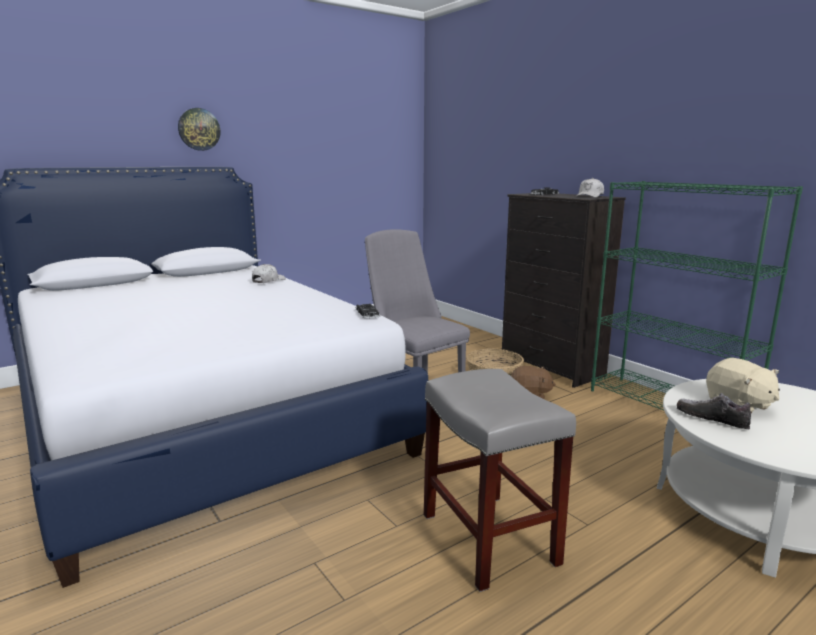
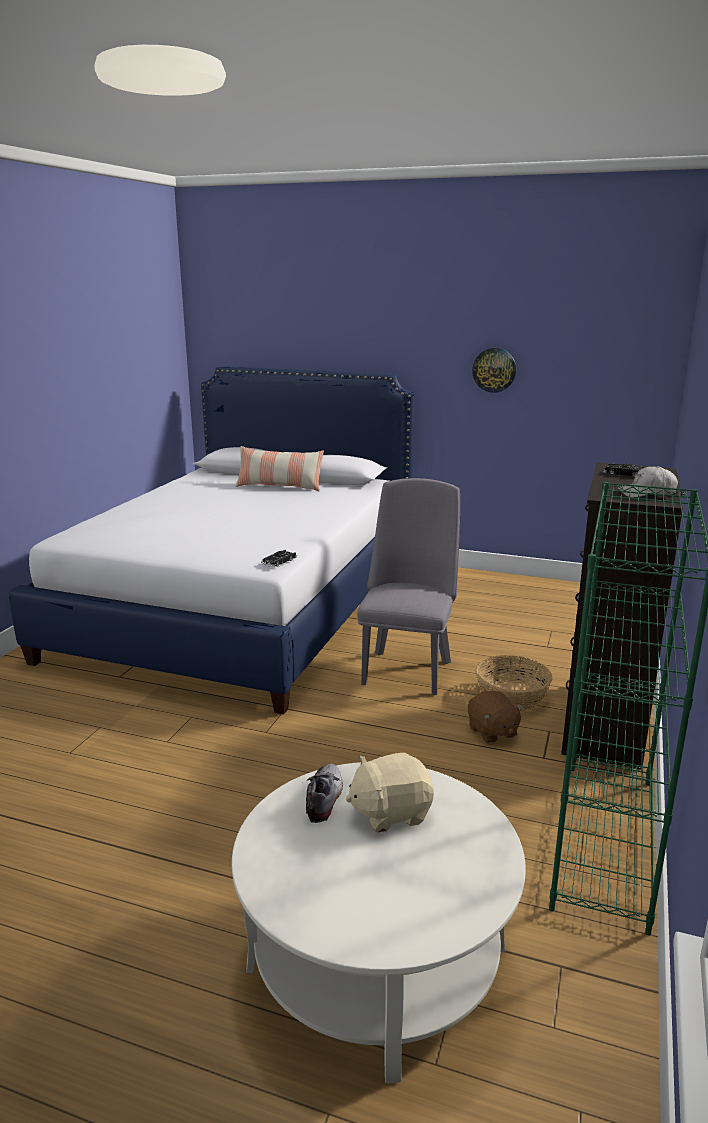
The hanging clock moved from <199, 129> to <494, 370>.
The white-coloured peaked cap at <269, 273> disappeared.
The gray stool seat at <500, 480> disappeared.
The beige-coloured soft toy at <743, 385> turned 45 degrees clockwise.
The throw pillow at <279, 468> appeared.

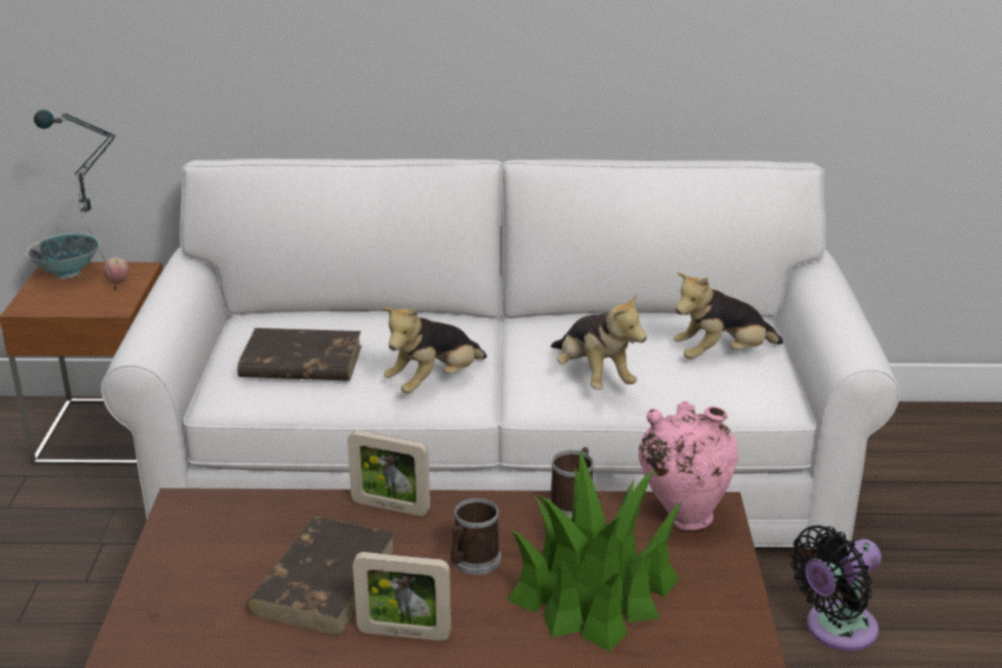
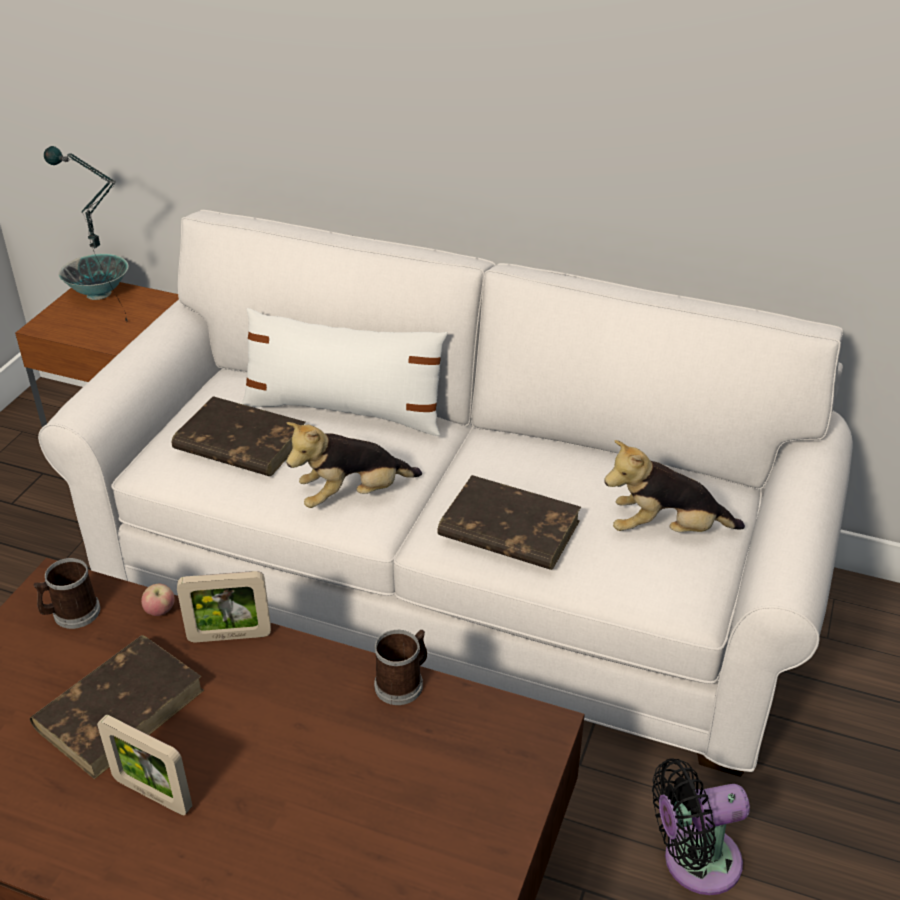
The whole apple moved from <116, 269> to <158, 599>.
The standing frame at <388, 473> turned 45 degrees counterclockwise.
The coffee mug moved from <475, 536> to <66, 593>.
The houseplant at <595, 551> disappeared.
The soft toy at <599, 341> was replaced by the brown-coloured bound book at <509, 522>.
The pink-coloured flower vase at <688, 466> disappeared.
The white-coloured throw pillow at <345, 372> appeared.

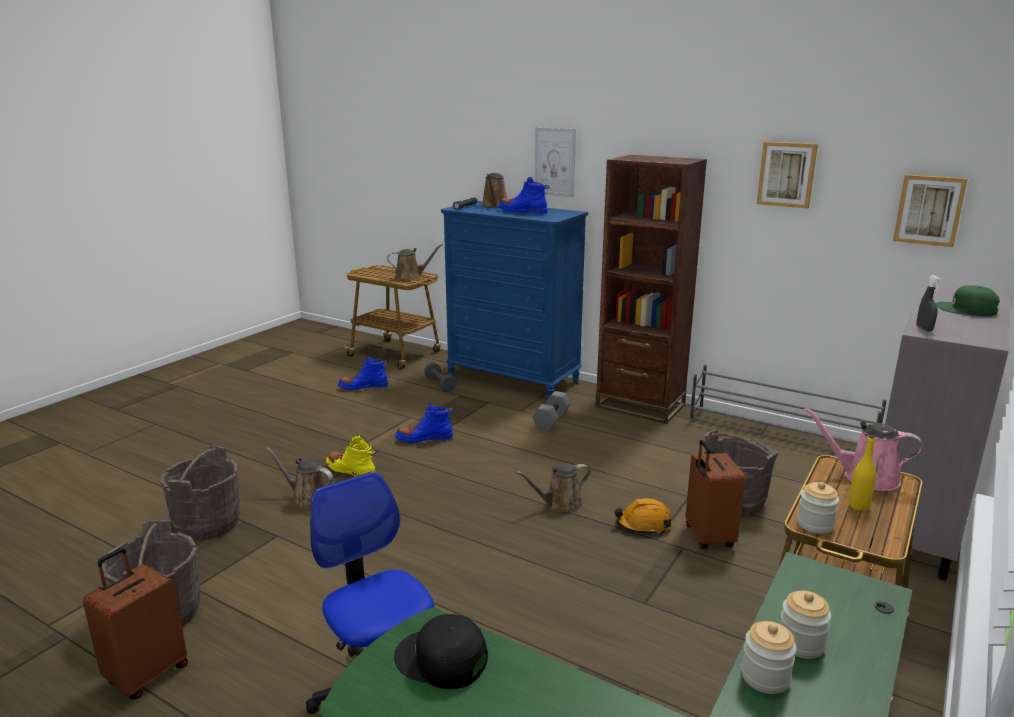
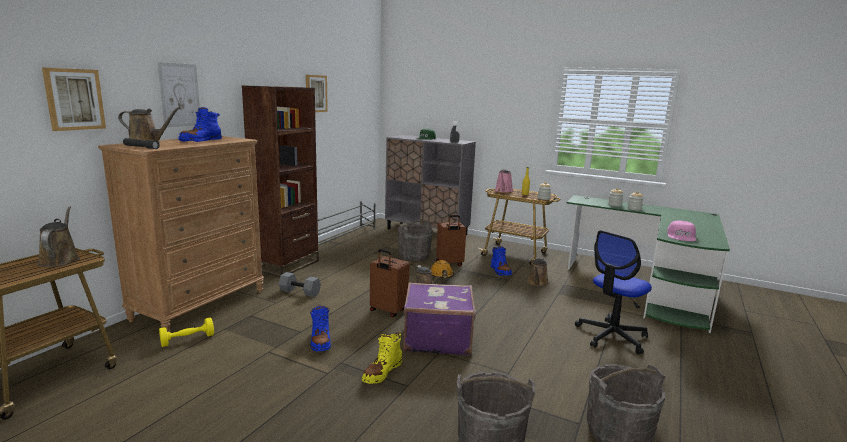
The brown-coloured piece of luggage moved from <135, 623> to <390, 283>.
The brown-coloured sprinkling can moved from <300, 478> to <538, 272>.
The blue tall boot moved from <363, 372> to <501, 261>.
The blackish peaked cap at <441, 651> became the pink-coloured peaked cap at <682, 231>.
The gray hand weight at <440, 377> became the yellowish hand weight at <186, 332>.
The blue dresser at <514, 300> became the brown-coloured dresser at <181, 234>.
The picture moved from <930, 211> to <74, 99>.
The purple-coloured piece of luggage at <439, 319> appeared.

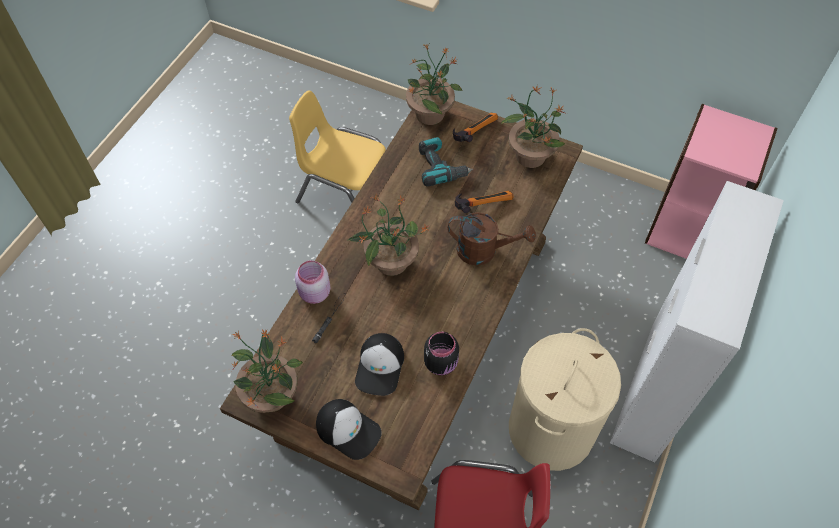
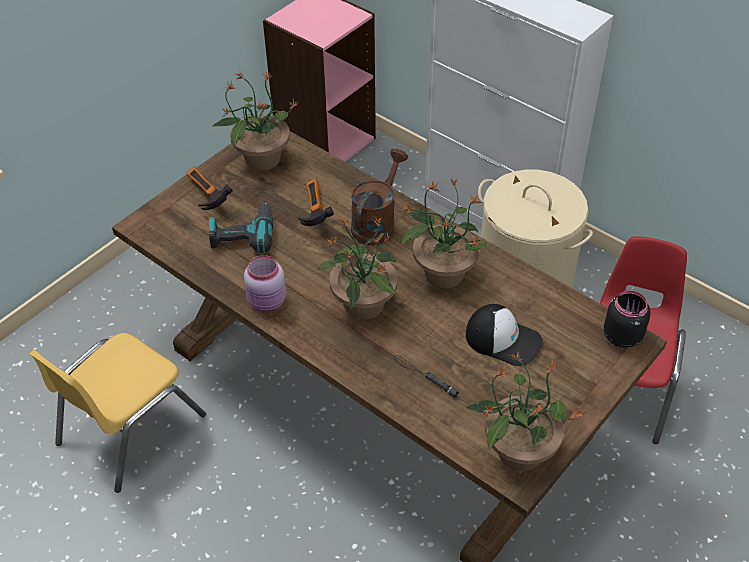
The pink-coloured jar moved from <312, 282> to <265, 283>.
The peaked cap at <349, 429> disappeared.
The houseplant moved from <434, 84> to <444, 233>.
The blackish jar moved from <441, 353> to <627, 319>.

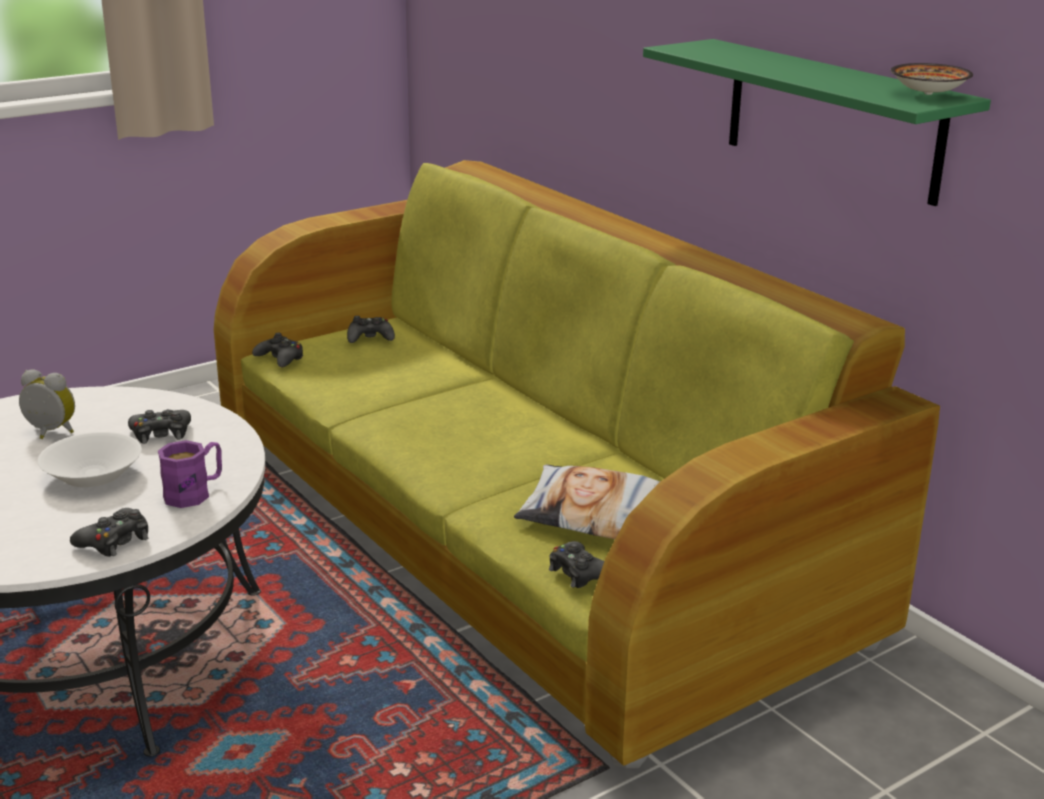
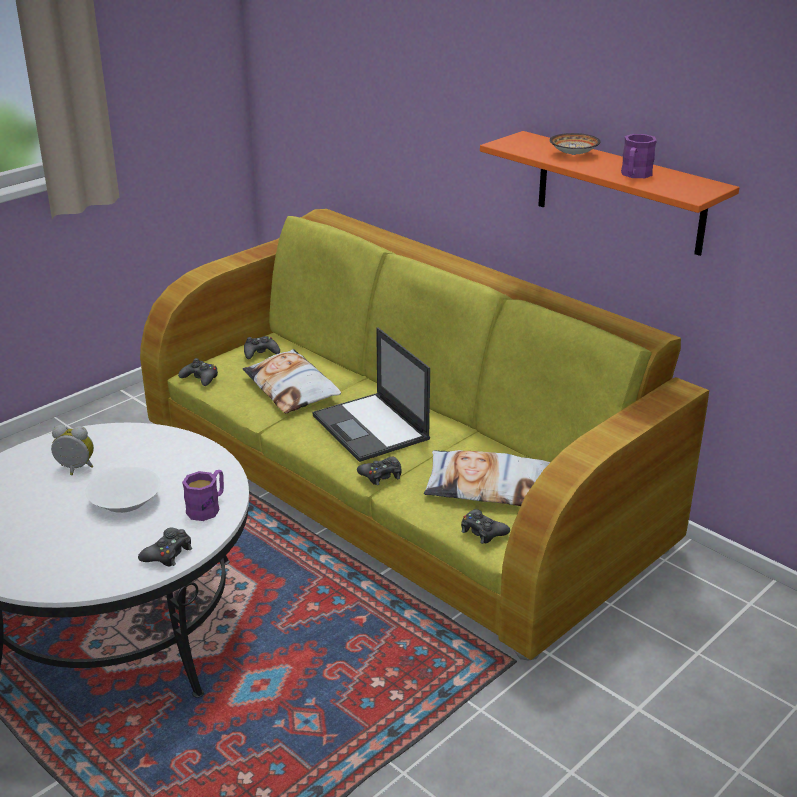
The blackish game controller moved from <159, 426> to <379, 471>.
The green-coloured bracket shelf at <817, 122> became the orangey bracket shelf at <609, 193>.
The deep dish moved from <932, 79> to <574, 144>.
The throw pillow at <291, 381> appeared.
The portable computer at <371, 394> appeared.
The purple-coloured coffee mug at <639, 156> appeared.

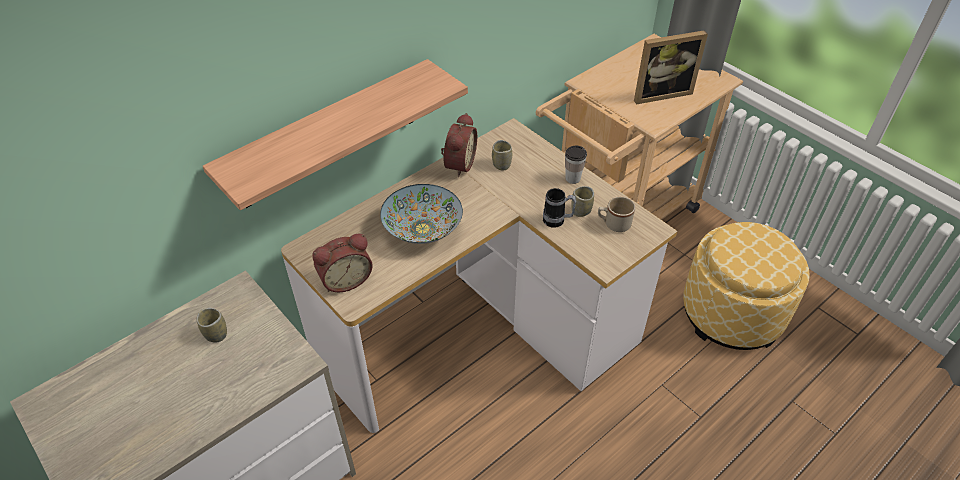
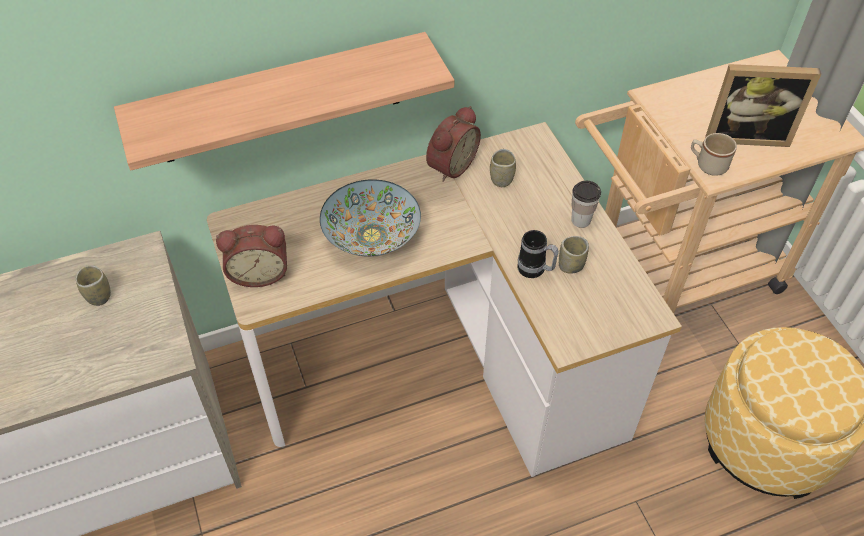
The beige-coloured coffee mug moved from <616, 214> to <714, 154>.

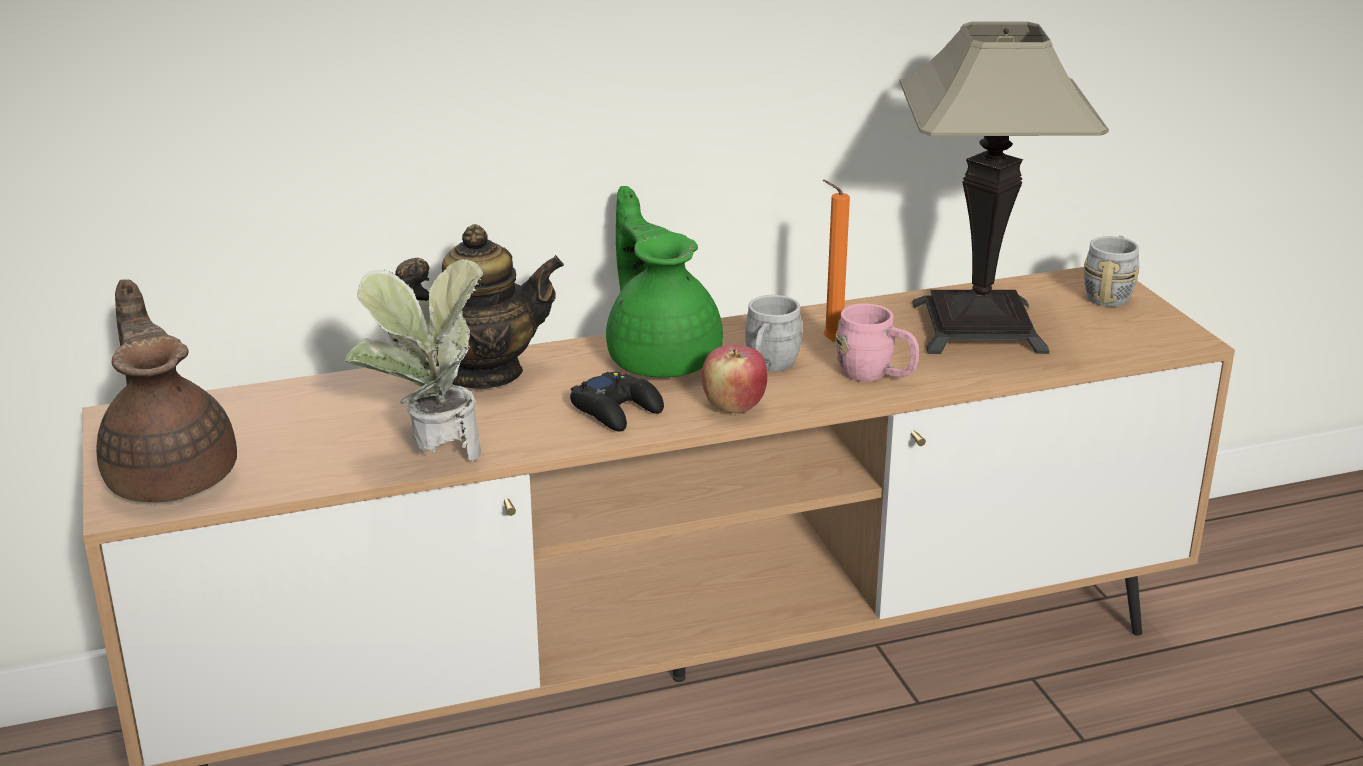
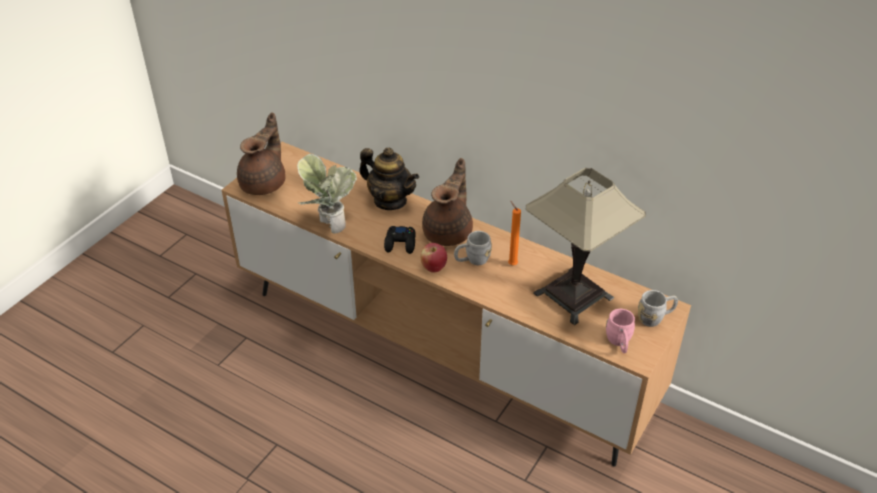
The green-coloured tea pot at <664, 282> became the brown-coloured tea pot at <447, 202>.
The pink-coloured coffee mug moved from <877, 342> to <620, 331>.

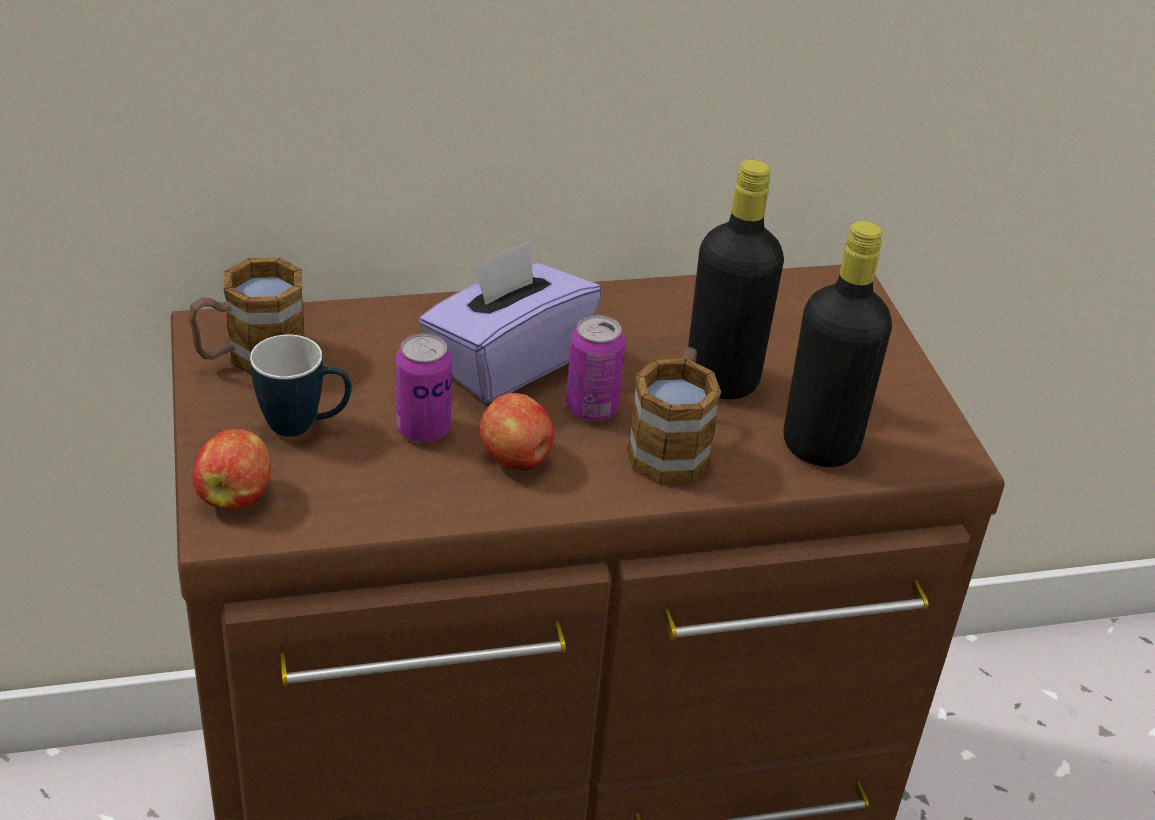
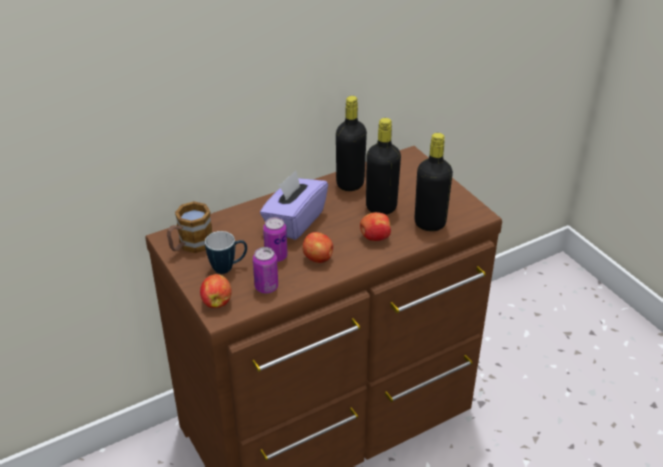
The metal can moved from <595, 368> to <265, 270>.
The coffee mug at <674, 416> was replaced by the whole apple at <375, 226>.
The blackish bottle at <351, 143> appeared.

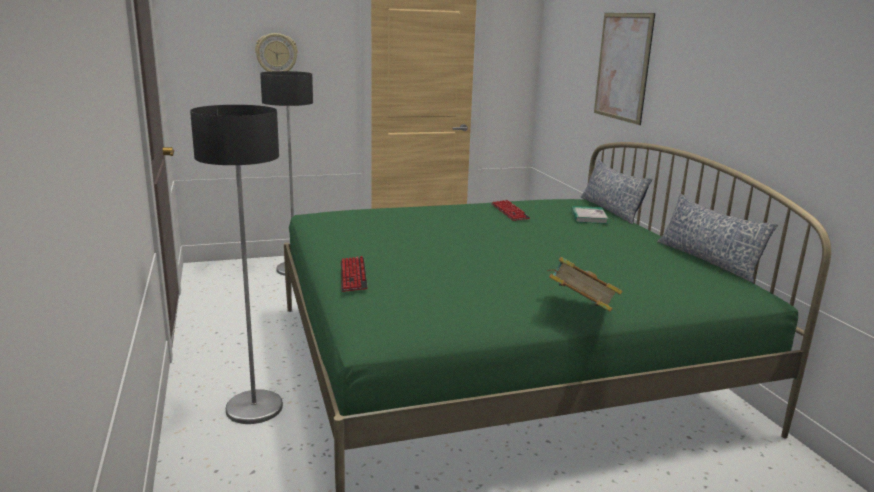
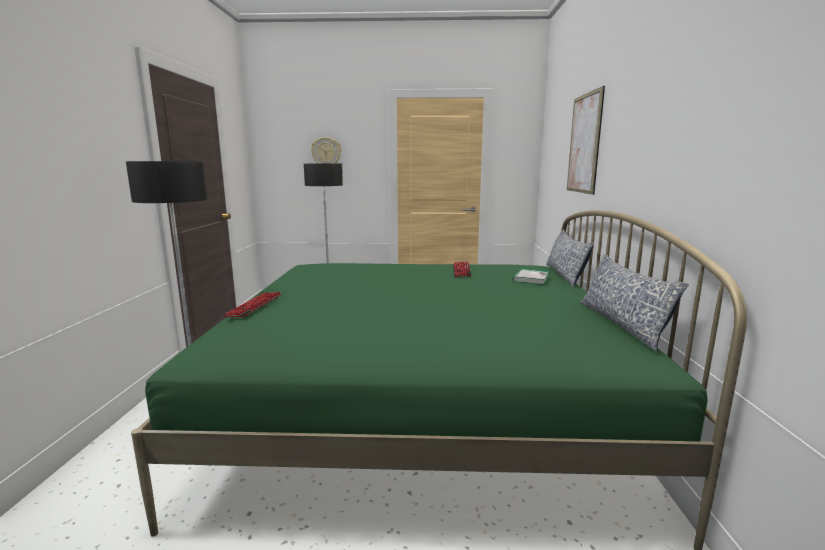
The bound book at <585, 284> disappeared.

